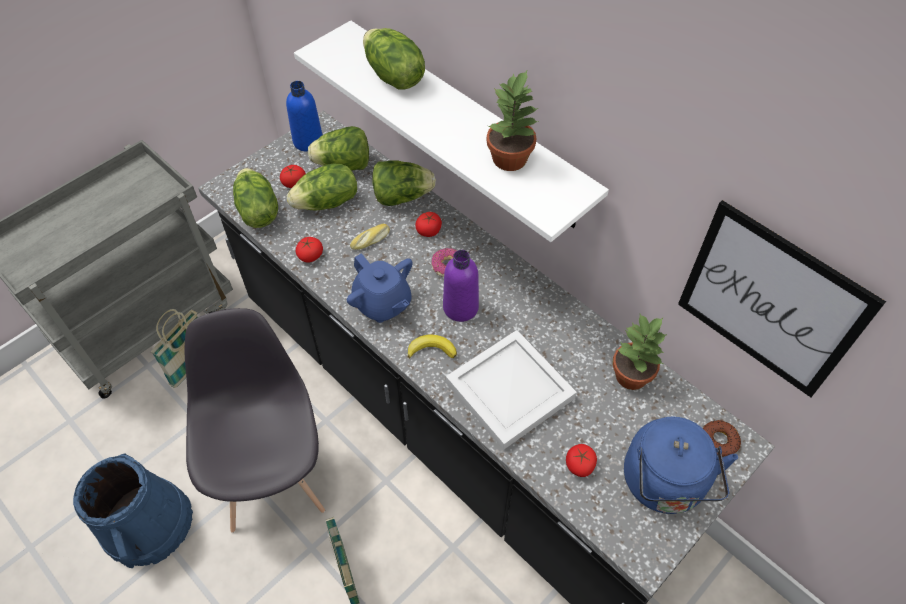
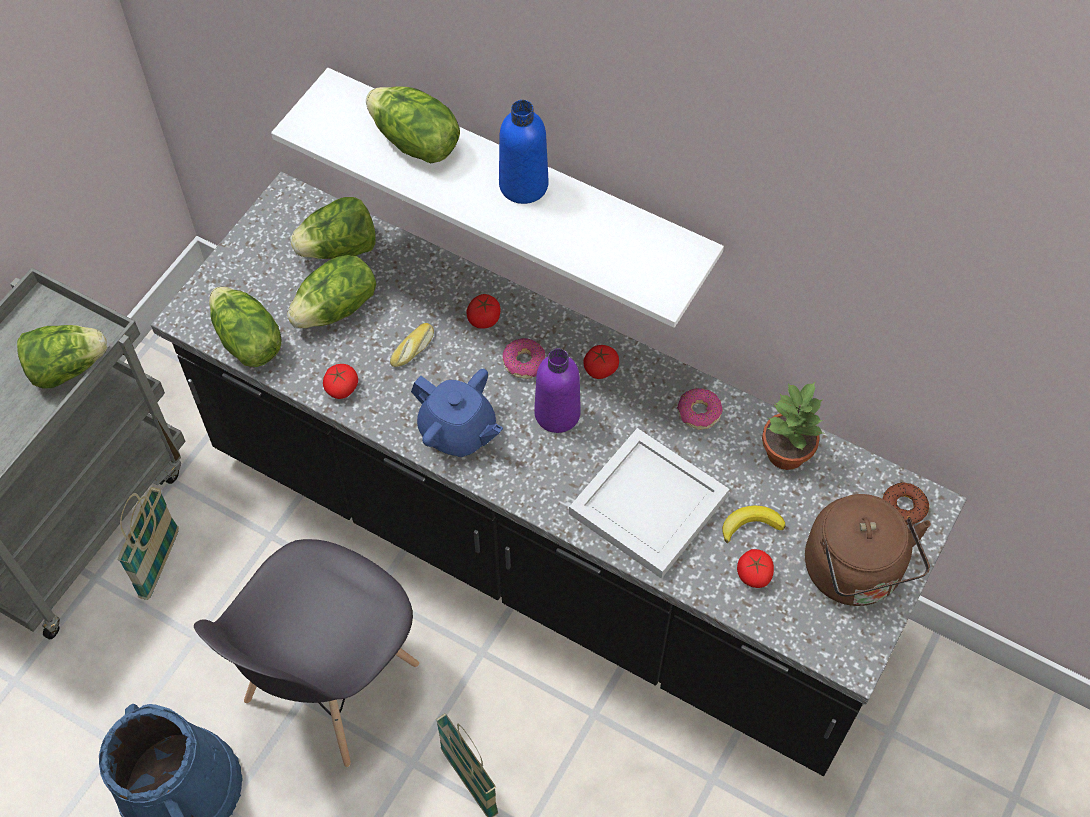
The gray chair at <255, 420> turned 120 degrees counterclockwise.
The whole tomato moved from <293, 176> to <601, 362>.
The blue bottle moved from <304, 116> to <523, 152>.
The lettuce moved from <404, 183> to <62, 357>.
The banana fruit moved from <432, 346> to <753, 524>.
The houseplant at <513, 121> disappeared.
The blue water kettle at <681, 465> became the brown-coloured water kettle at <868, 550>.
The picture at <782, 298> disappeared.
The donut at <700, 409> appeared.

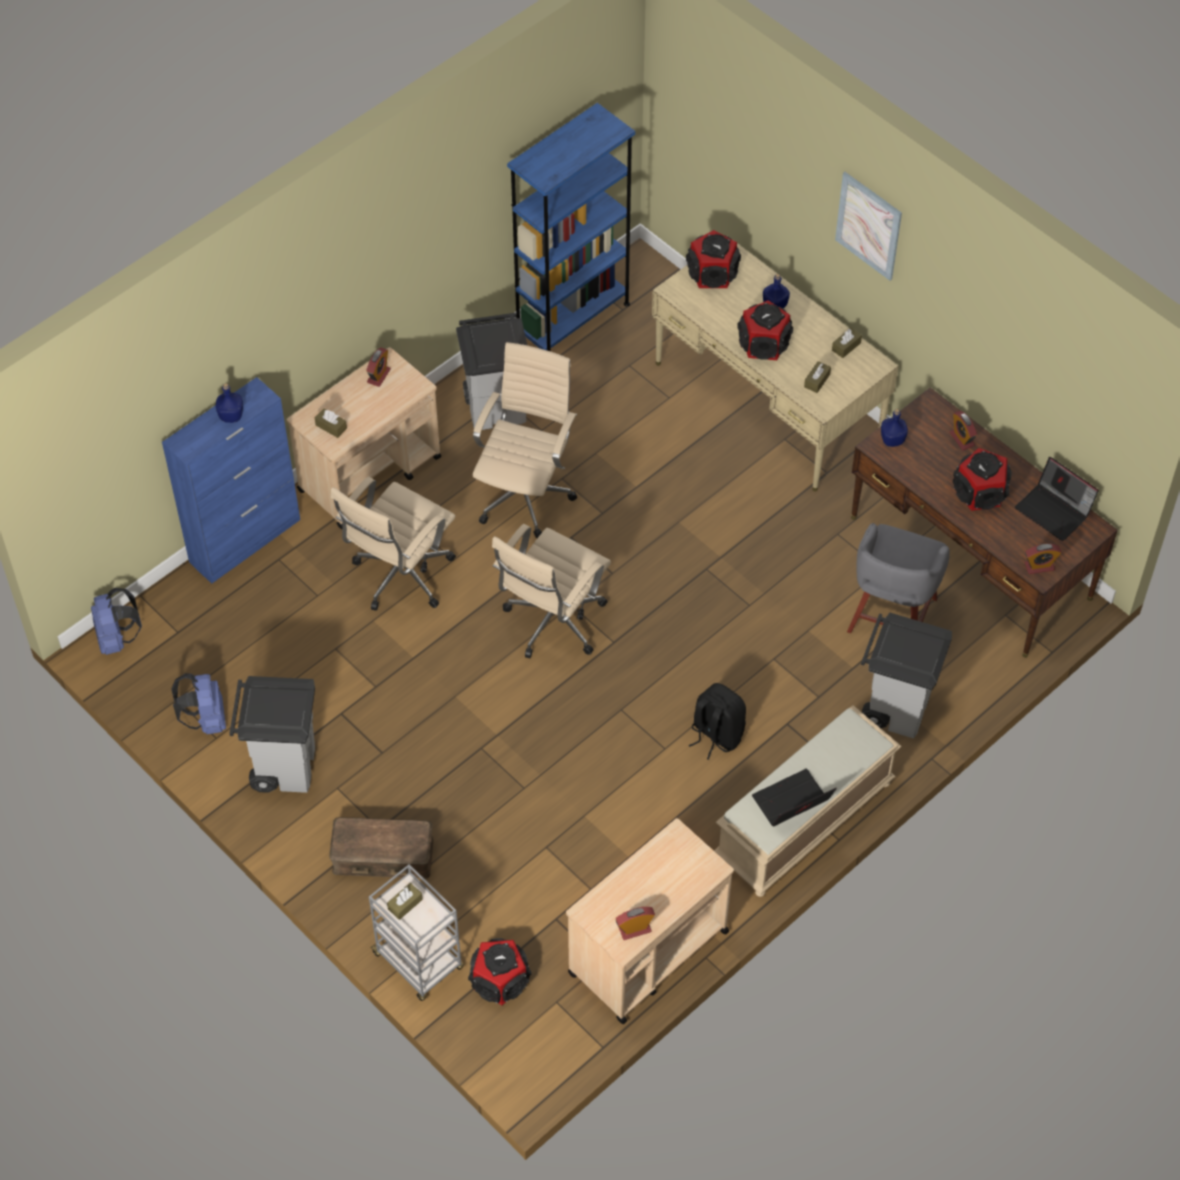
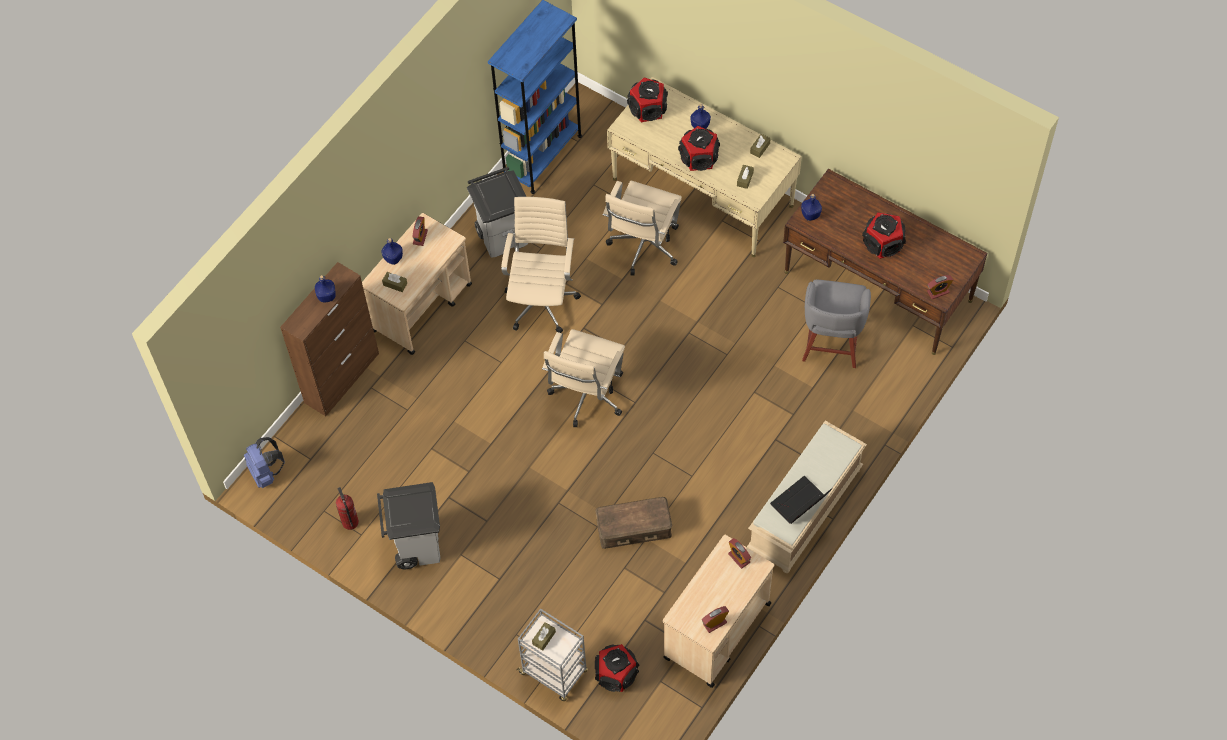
The blue storage cabinet at <231, 480> became the brown-coloured storage cabinet at <329, 339>.
The blue knapsack at <198, 704> was replaced by the extinguisher at <347, 508>.
The brown-coloured storage bin moved from <381, 848> to <633, 523>.
The beige-coloured computer chair moved from <393, 544> to <642, 228>.
The blackish knapsack at <717, 721> disappeared.
The picture at <868, 226> disappeared.
The gray waste bin at <906, 676> disappeared.
The table clock moved from <963, 430> to <739, 553>.
The portable computer at <1057, 499> disappeared.
The blue bottle at <392, 251> appeared.

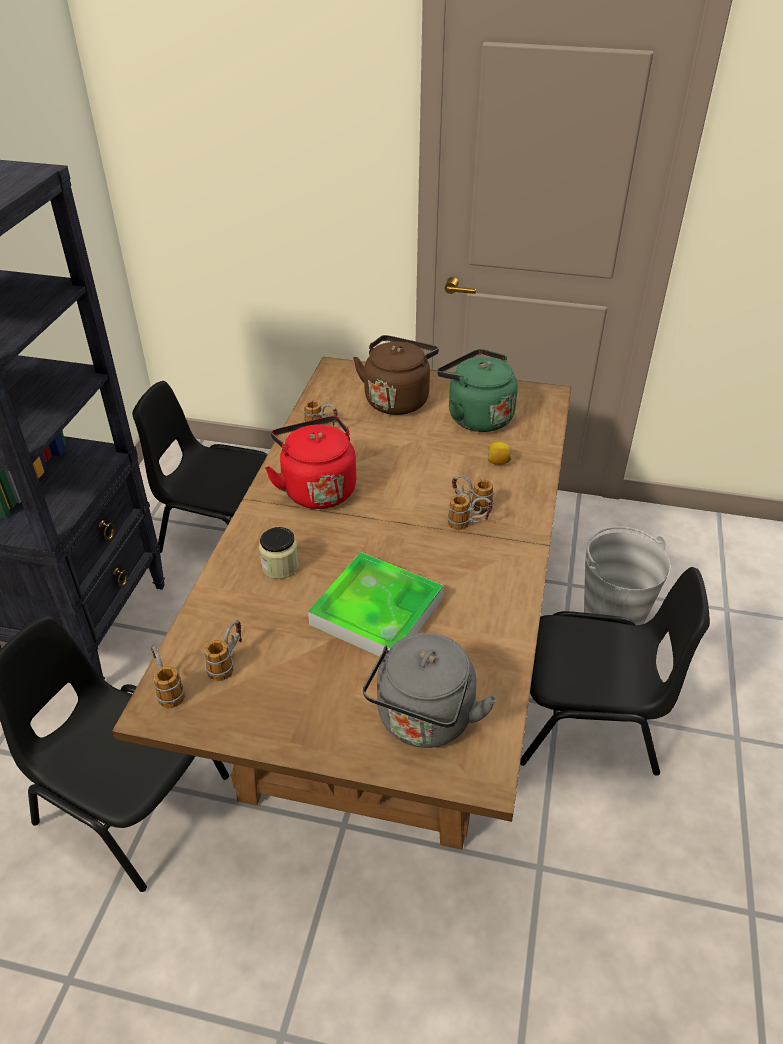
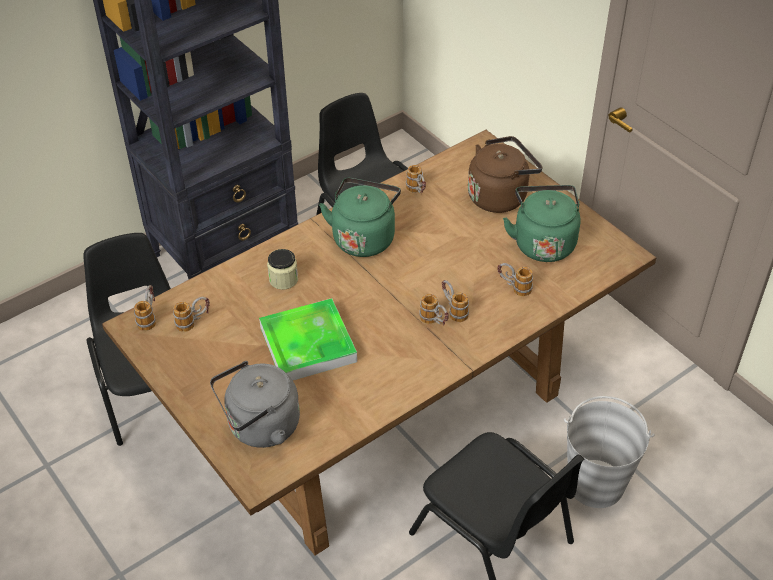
The red water kettle at <310, 462> became the green-coloured water kettle at <360, 217>.
The whole lemon at <499, 453> was replaced by the coffee mug at <515, 279>.

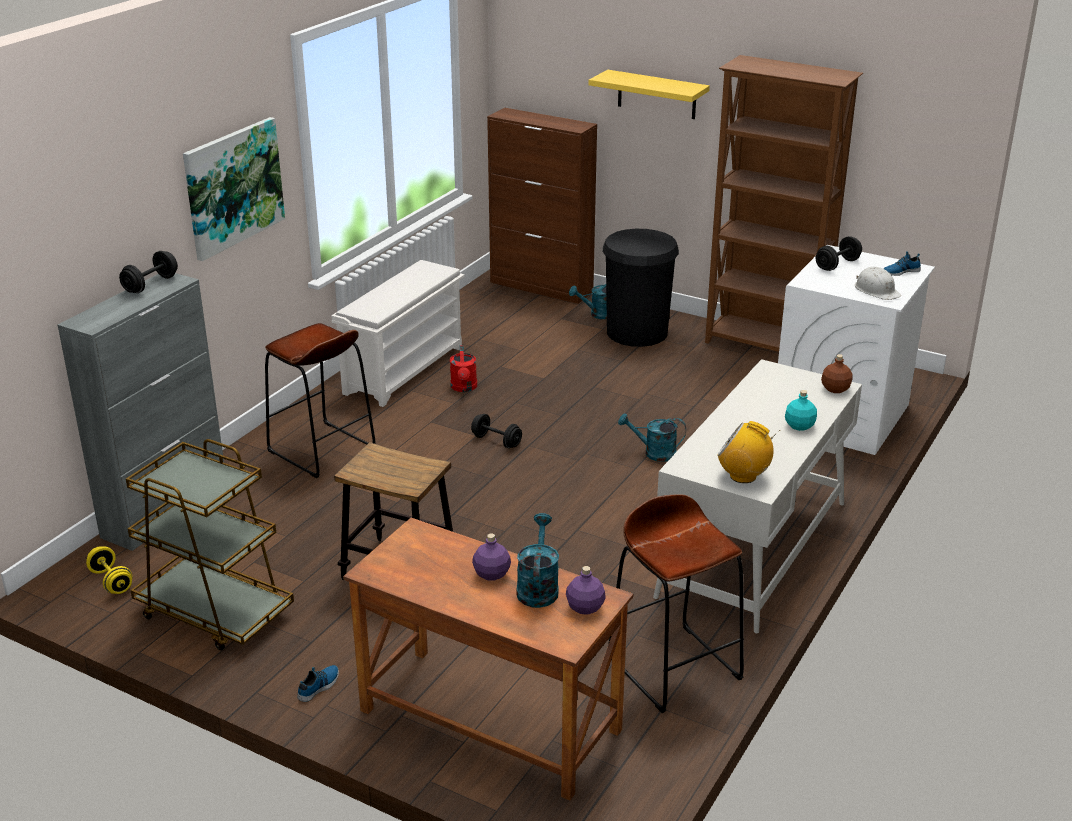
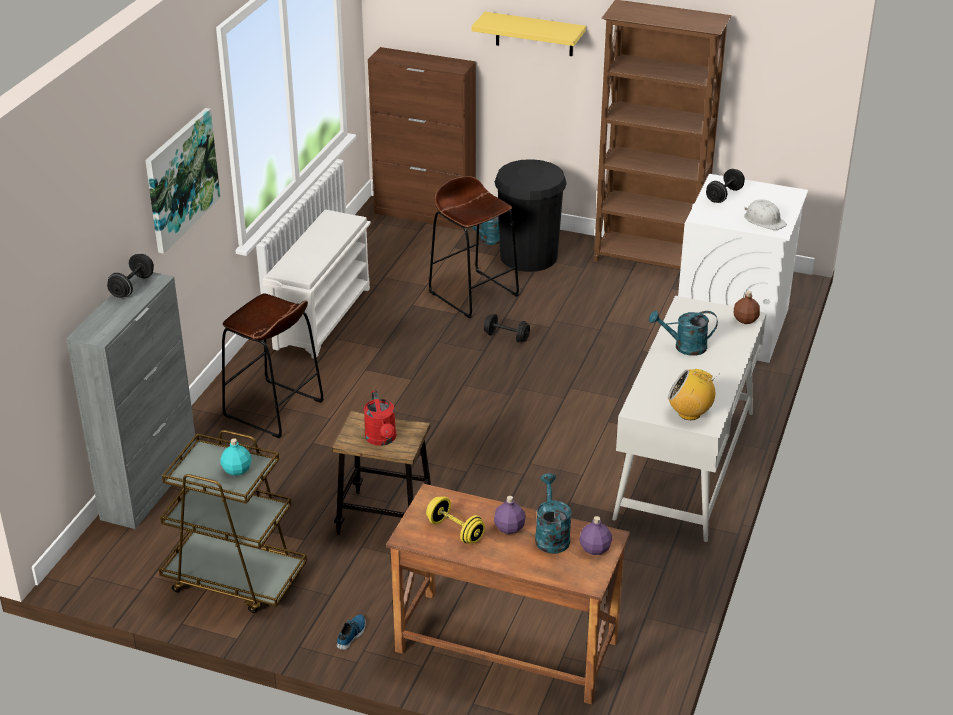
The yellowish hand weight moved from <109, 570> to <455, 520>.
The red sprinkling can moved from <463, 368> to <380, 418>.
The blackish hand weight moved from <496, 431> to <507, 328>.
The brown-coloured stool seat moved from <676, 603> to <474, 247>.
The turquoise sprinkling can moved from <652, 437> to <683, 333>.
The turquoise bottle moved from <801, 410> to <236, 457>.
The low shoe at <902, 263> disappeared.

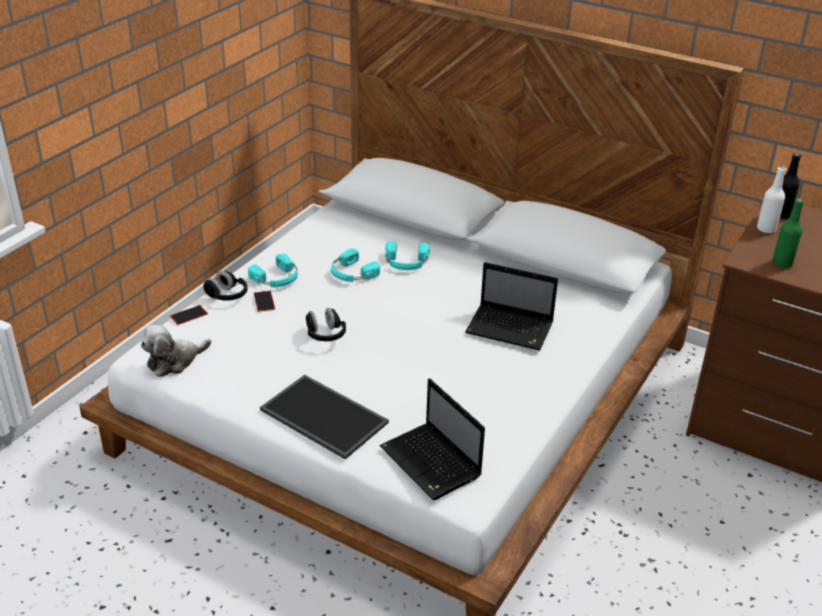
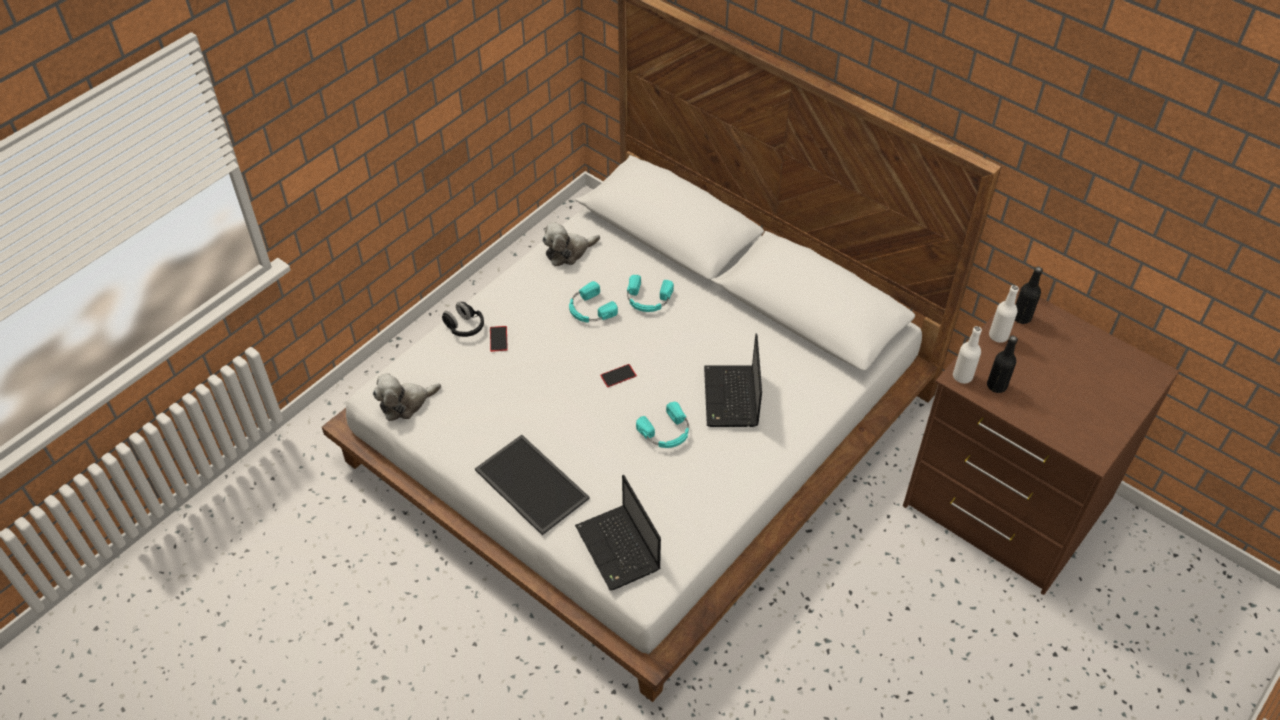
The phone moved from <189, 315> to <618, 375>.
The turquoise headphones moved from <273, 270> to <662, 425>.
The blackish headphones at <326, 324> disappeared.
The portable computer at <511, 306> turned 60 degrees clockwise.
The green-coloured bottle at <788, 233> became the blackish bottle at <1002, 364>.
The soft toy at <571, 244> appeared.
The white-coloured bottle at <967, 355> appeared.

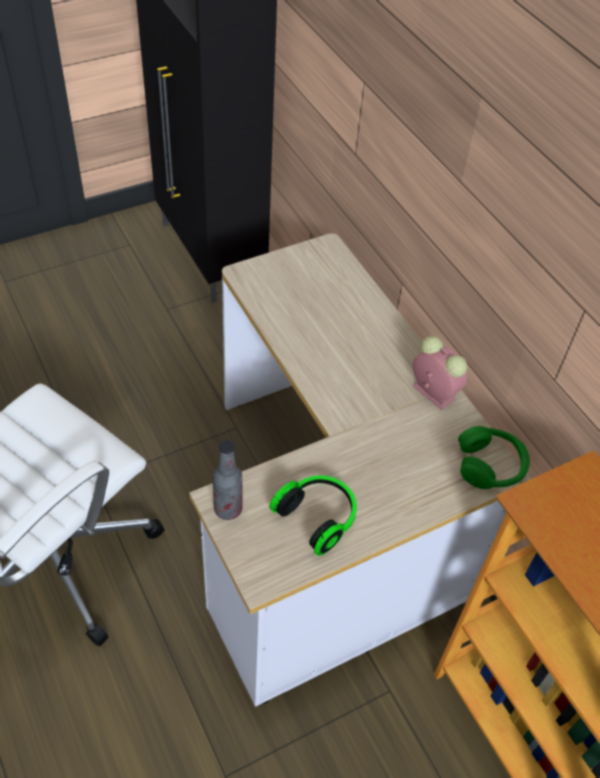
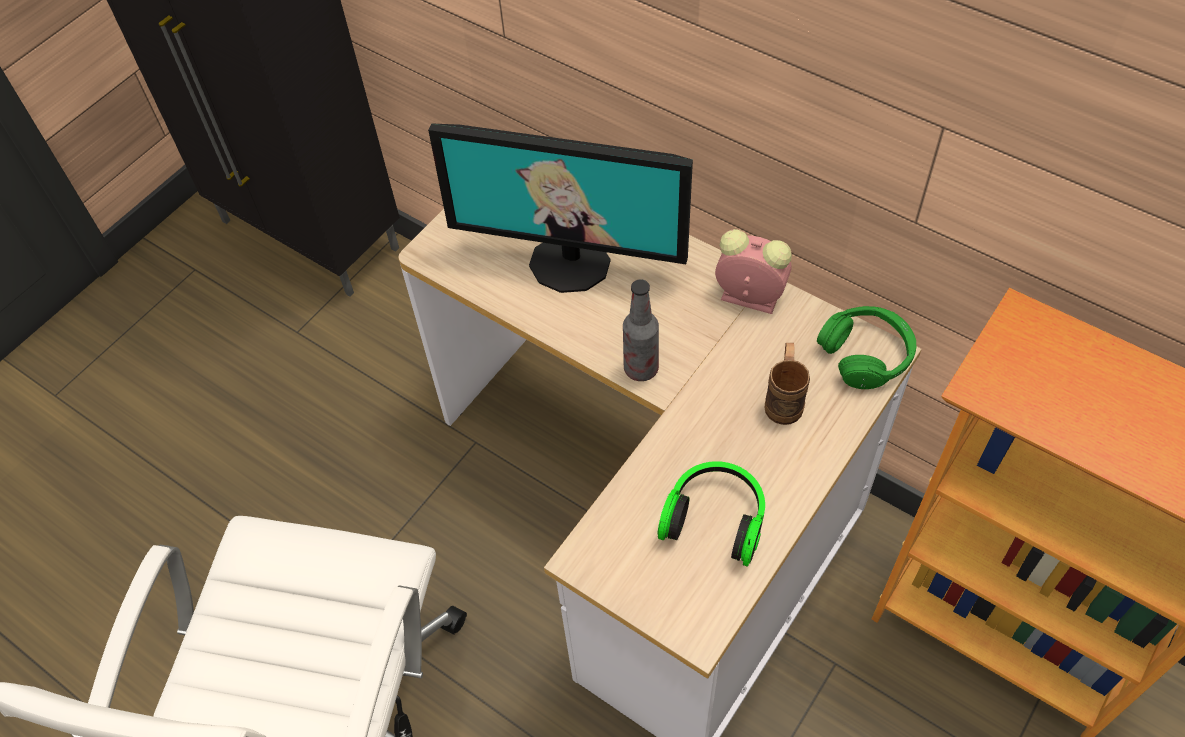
The bottle moved from <228, 480> to <641, 330>.
The computer display at <560, 208> appeared.
The brown-coloured coffee mug at <787, 384> appeared.

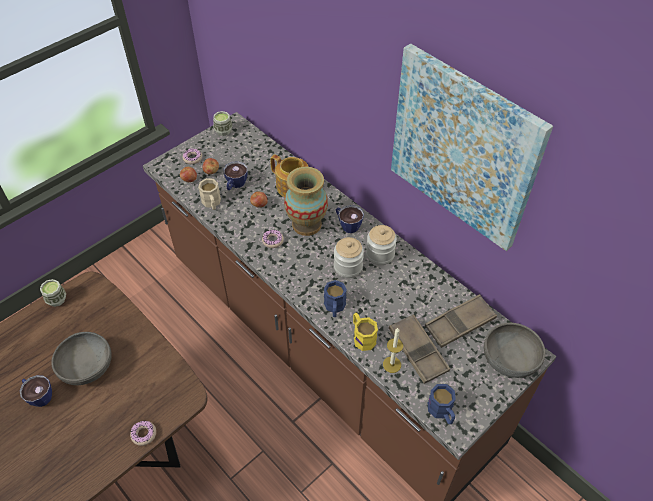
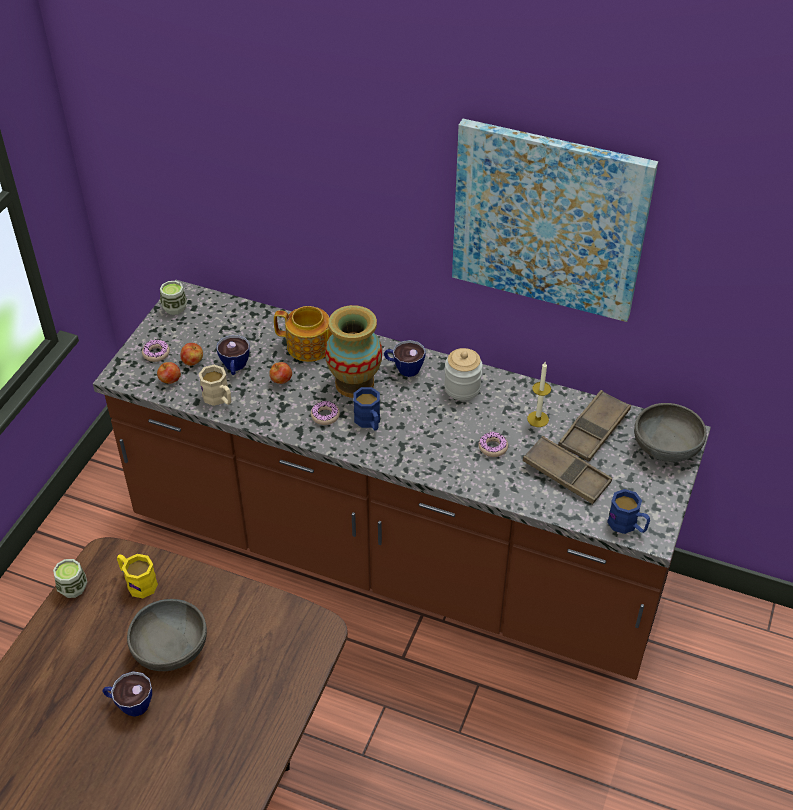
The donut moved from <143, 433> to <493, 444>.
The blue coffee mug moved from <335, 298> to <366, 409>.
The jar at <349, 257> disappeared.
The yellowish coffee mug moved from <365, 332> to <137, 576>.
The wax candle moved from <393, 350> to <539, 394>.

